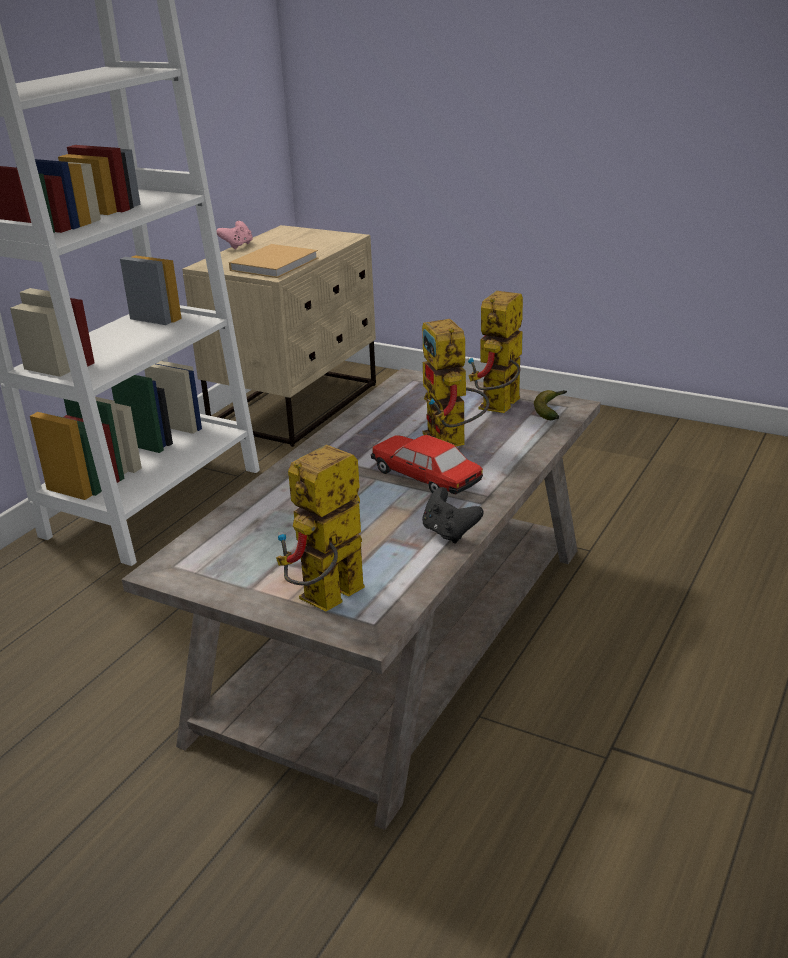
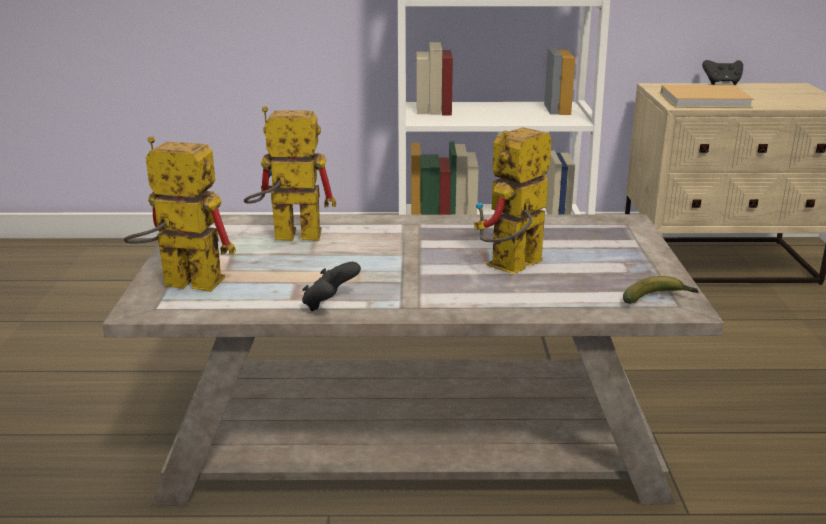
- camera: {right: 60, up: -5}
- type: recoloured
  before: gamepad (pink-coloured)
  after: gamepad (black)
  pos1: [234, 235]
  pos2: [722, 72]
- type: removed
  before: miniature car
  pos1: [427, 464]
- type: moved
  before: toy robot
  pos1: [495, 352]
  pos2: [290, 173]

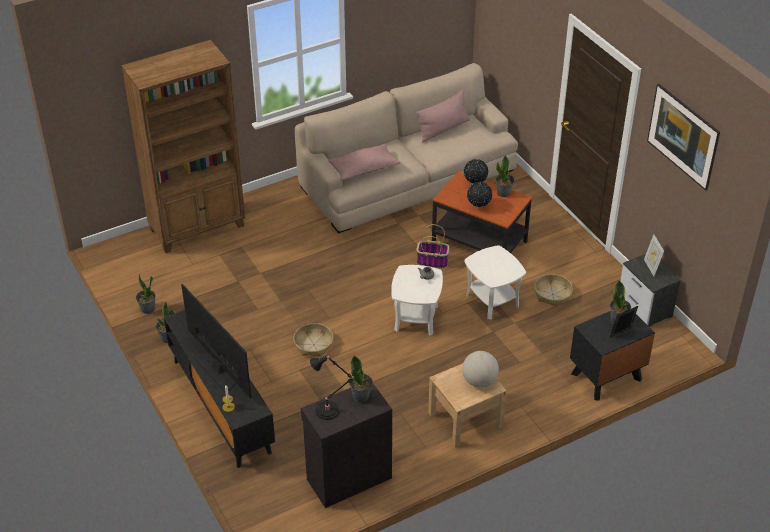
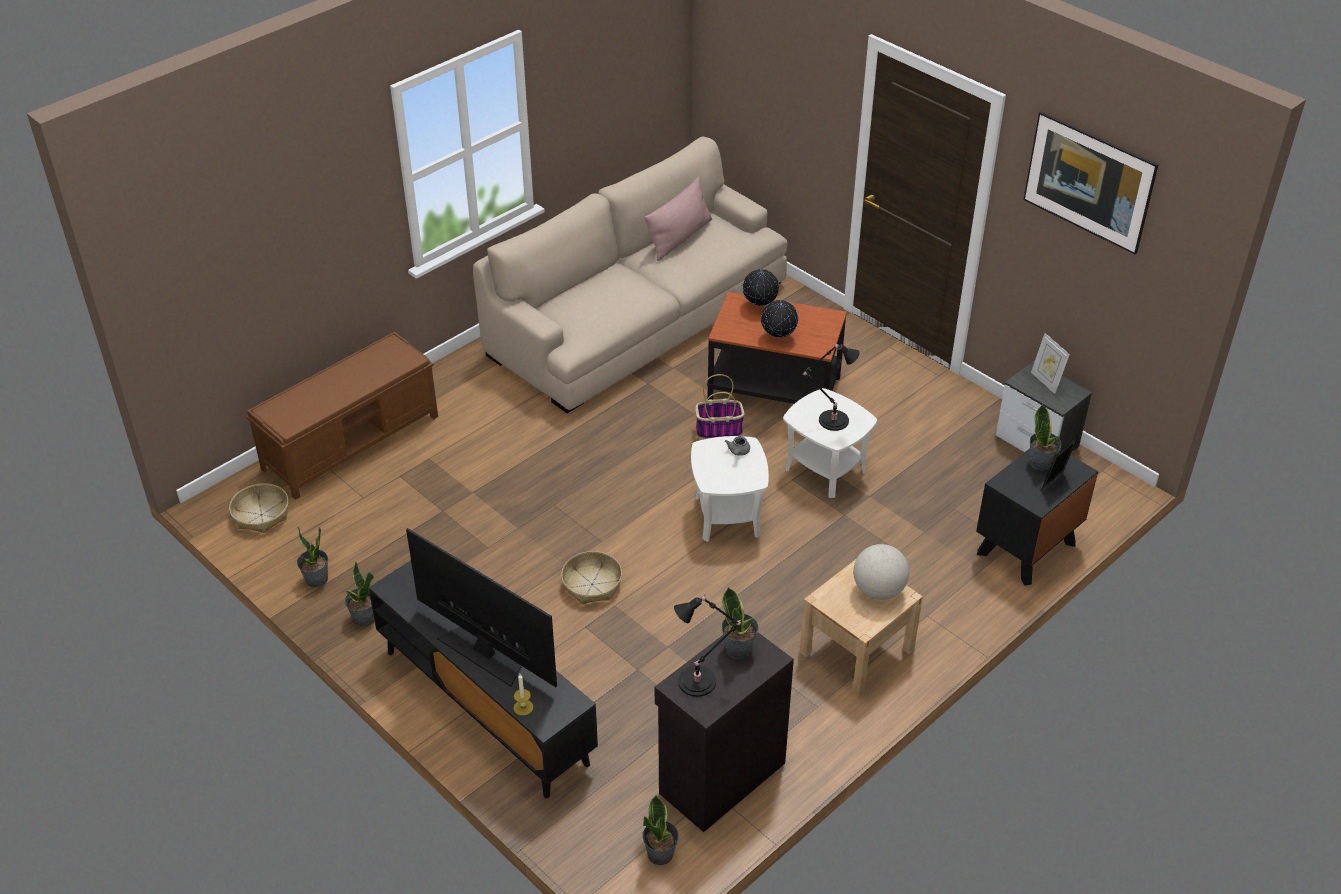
- camera: {right: -15, up: 0}
- type: replaced
  before: bookcase (brownish)
  after: long seat (brownish)
  pos1: [183, 146]
  pos2: [342, 416]
- type: removed
  before: cushion (pink-coloured)
  pos1: [364, 162]
- type: moved
  before: potted plant
  pos1: [504, 176]
  pos2: [660, 830]
- type: moved
  before: household basket
  pos1: [553, 290]
  pos2: [259, 508]
- type: added
  after: lamp for a table (black)
  pos2: [831, 387]

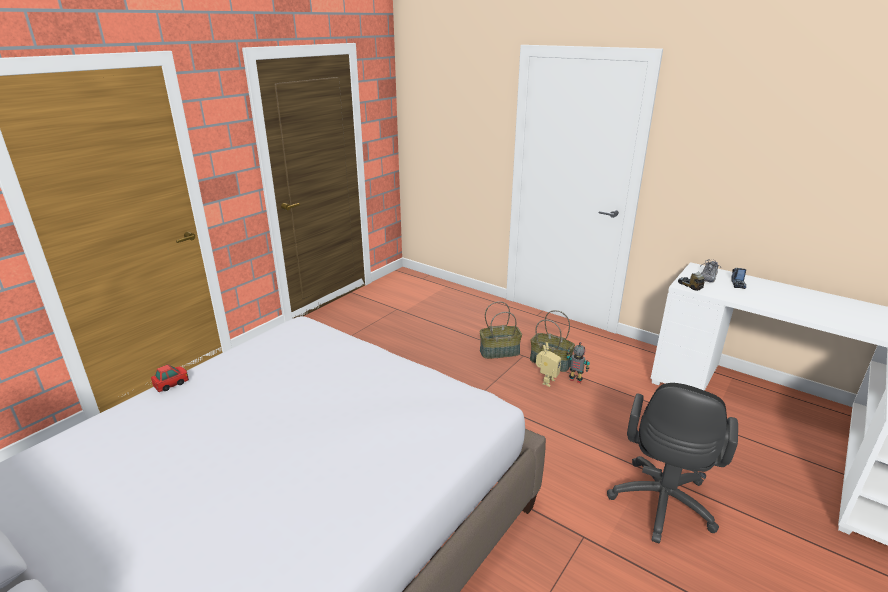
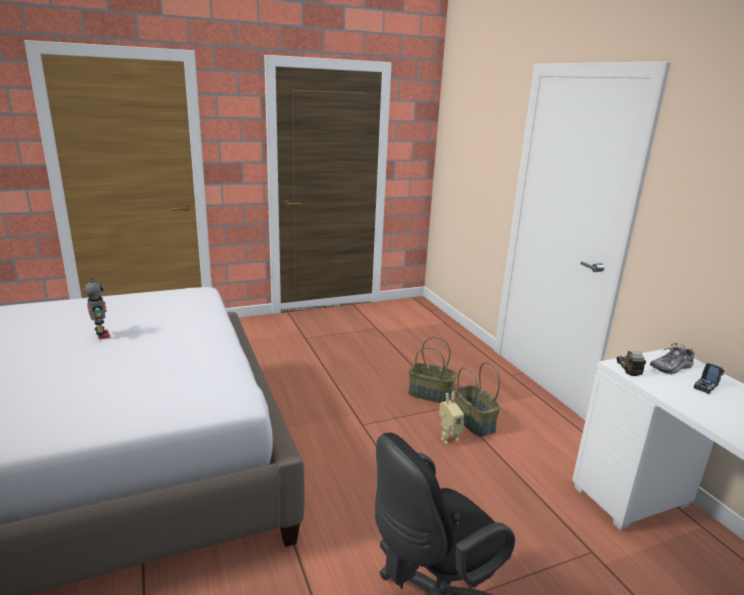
- camera: {right: 30, up: -5}
- type: removed
  before: miniature car
  pos1: [170, 378]
- type: moved
  before: toy robot
  pos1: [578, 362]
  pos2: [97, 307]

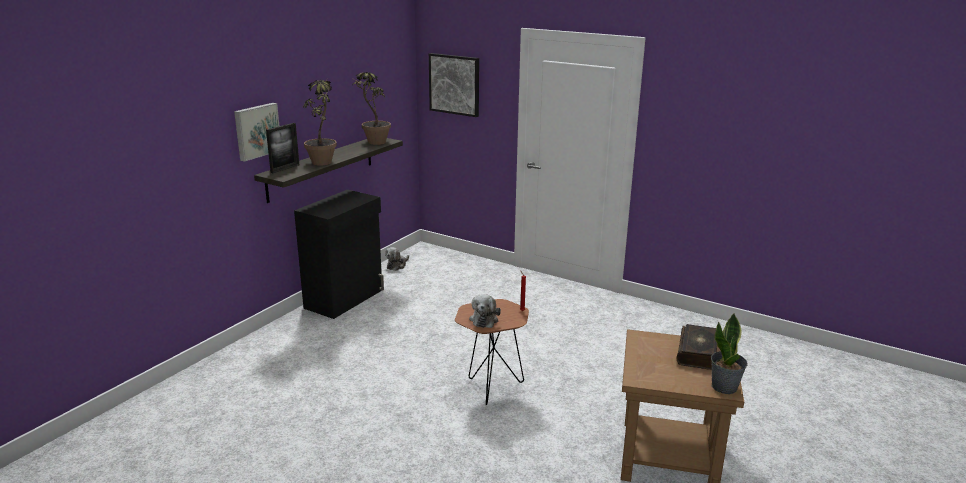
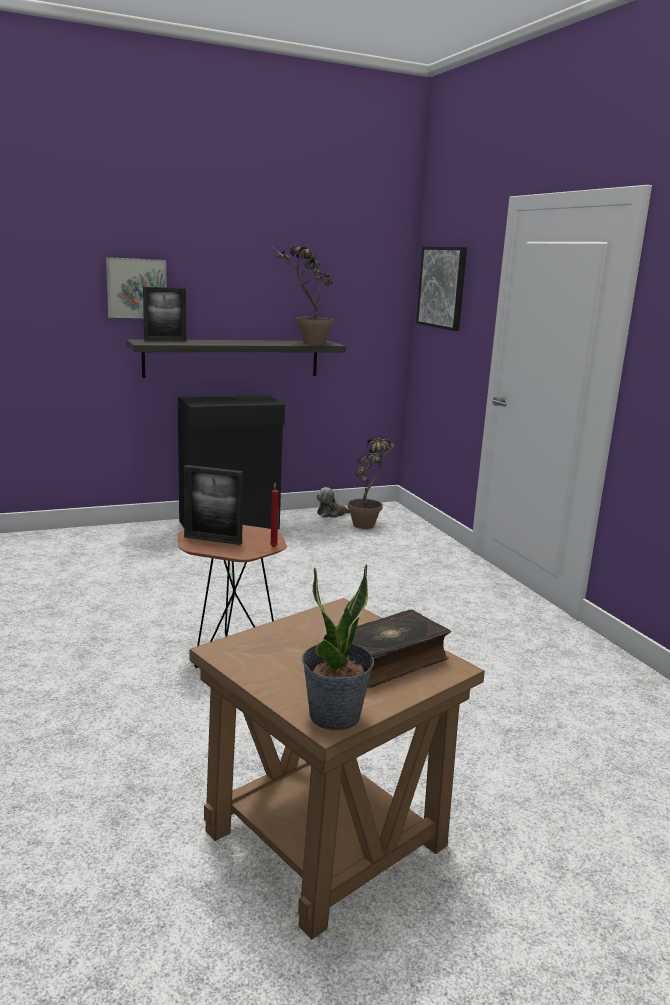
- camera: {right: 35, up: -5}
- type: moved
  before: potted plant
  pos1: [320, 123]
  pos2: [372, 483]
- type: replaced
  before: plush toy
  after: picture frame
  pos1: [485, 311]
  pos2: [213, 505]

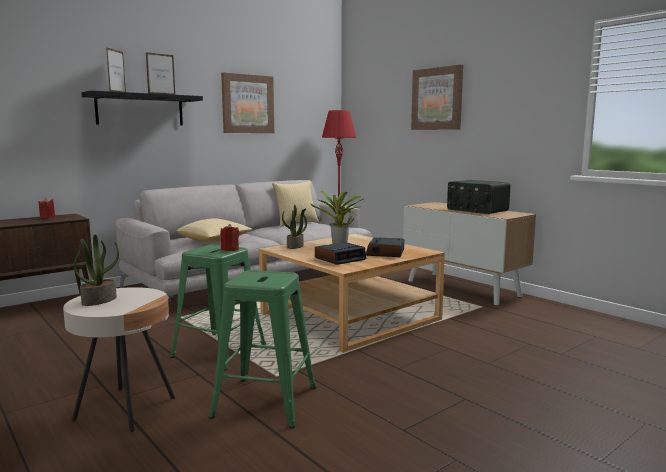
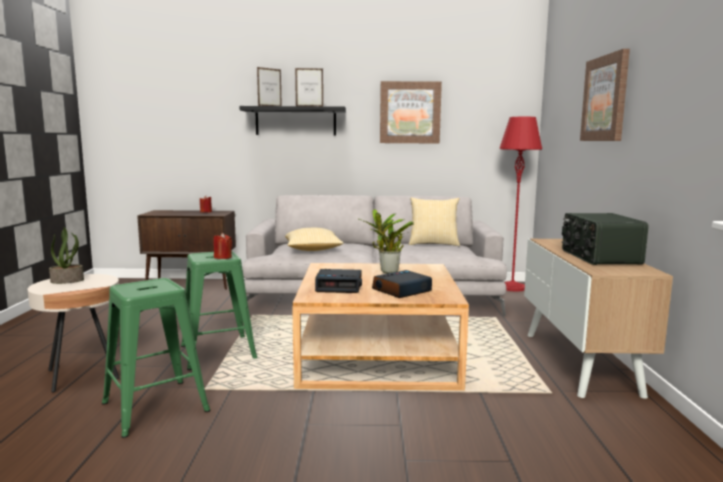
- camera: {right: 40, up: 0}
- type: removed
  before: potted plant
  pos1: [294, 227]

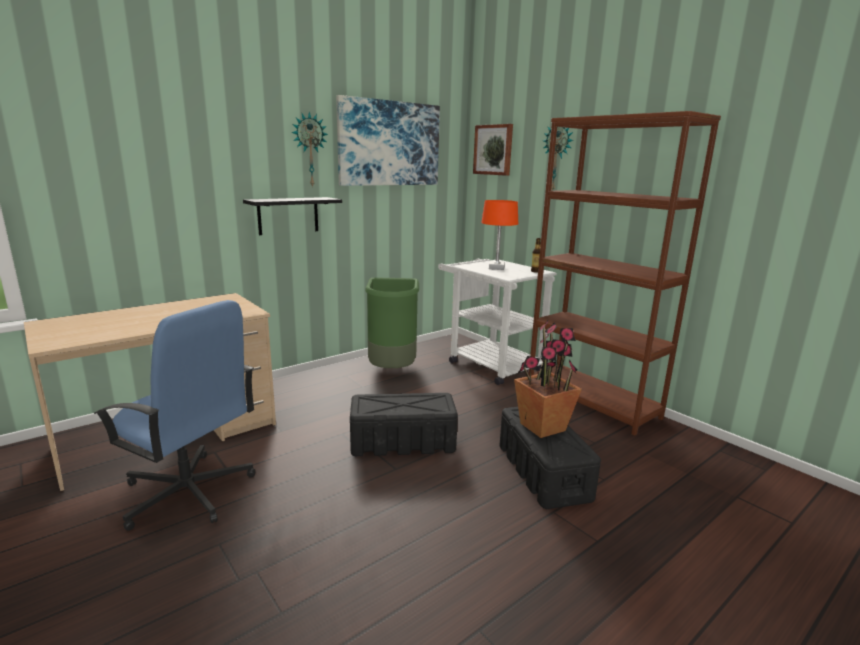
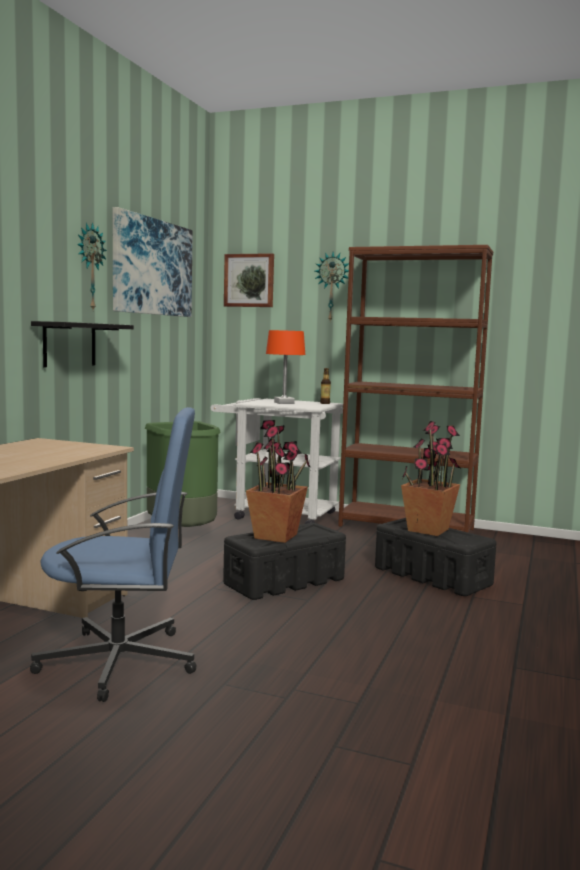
- camera: {right: -30, up: -10}
- type: added
  after: potted plant
  pos2: [278, 481]

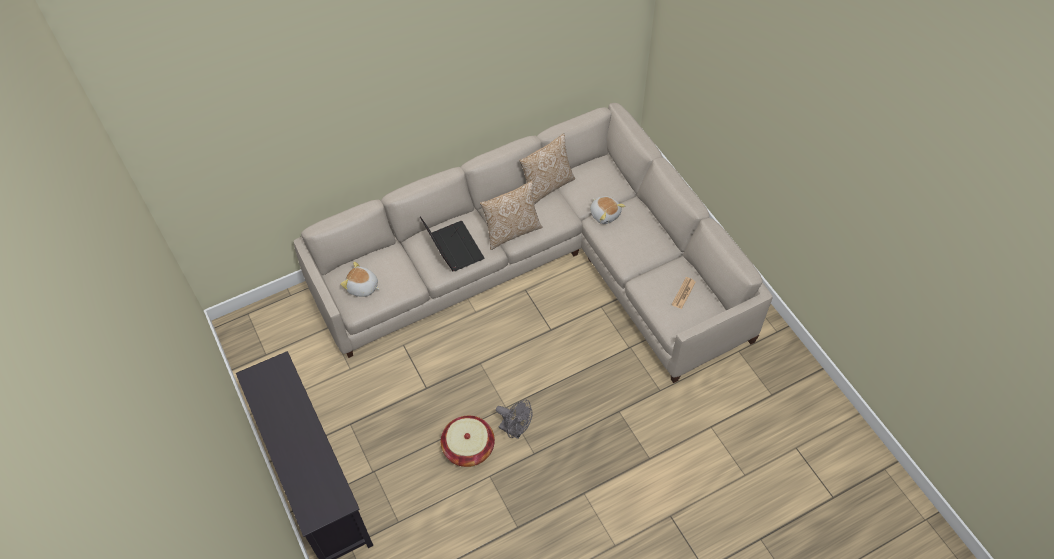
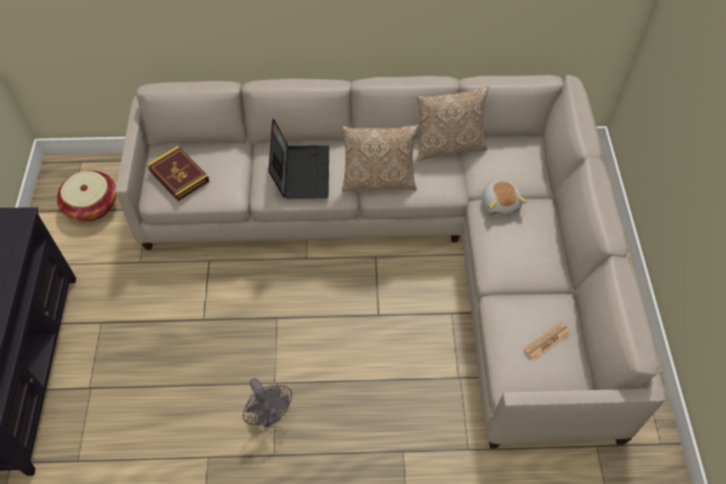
- camera: {right: 25, up: 0}
- type: replaced
  before: plush toy
  after: volume
  pos1: [360, 279]
  pos2: [178, 173]
- type: moved
  before: household basket
  pos1: [468, 441]
  pos2: [87, 196]

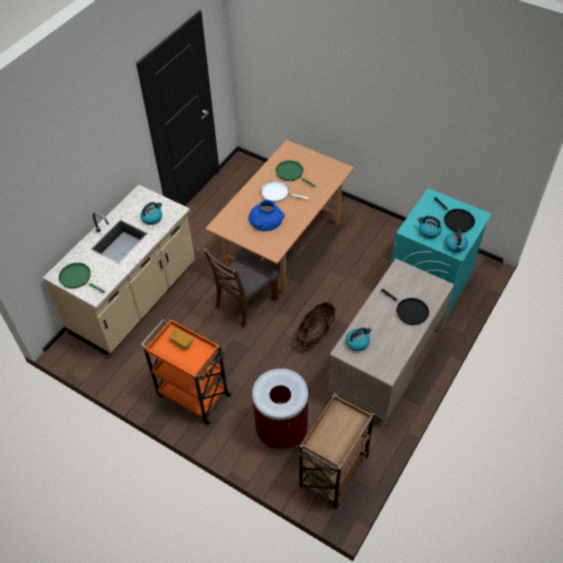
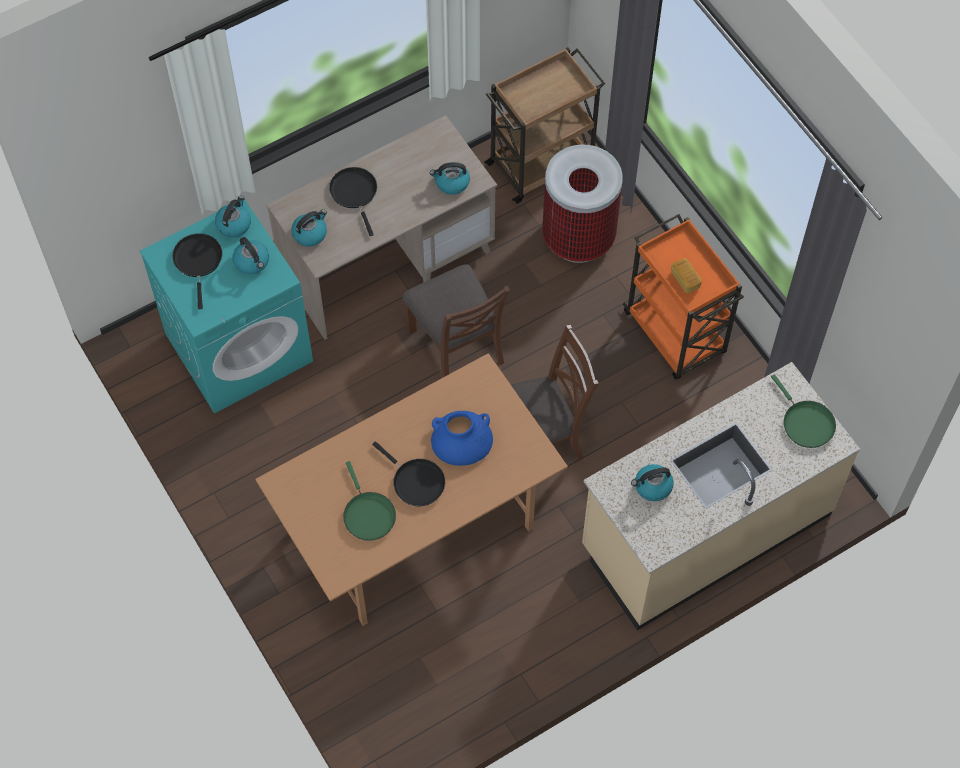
- camera: {right: -155, up: 10}
- type: recoloured
  before: frying pan (white)
  after: frying pan (black)
  pos1: [285, 191]
  pos2: [408, 473]
- type: replaced
  before: household basket
  after: chair (brownish)
  pos1: [316, 324]
  pos2: [456, 320]
- type: added
  after: tea kettle
  pos2: [309, 228]

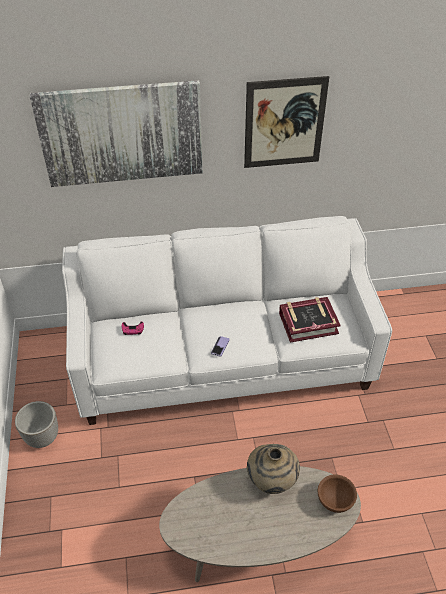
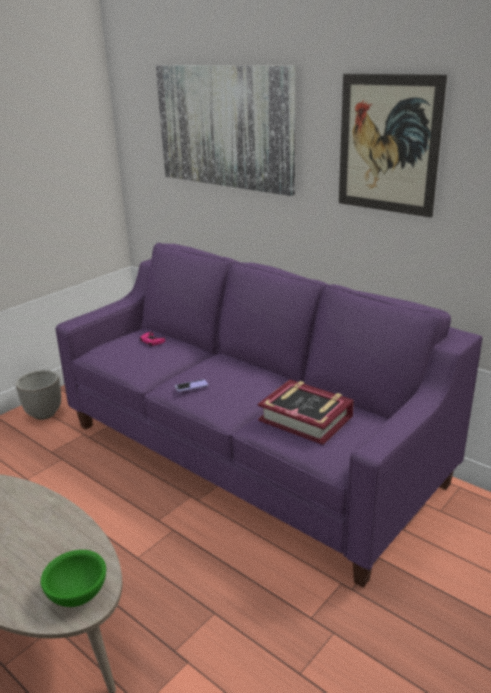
- camera: {right: 50, up: -20}
- type: recoloured
  before: couch (white)
  after: couch (purple)
  pos1: [227, 320]
  pos2: [269, 415]
- type: removed
  before: flower vase (sand-coloured)
  pos1: [273, 469]
- type: recoloured
  before: bowl (brownish)
  after: bowl (green-coloured)
  pos1: [337, 494]
  pos2: [73, 578]

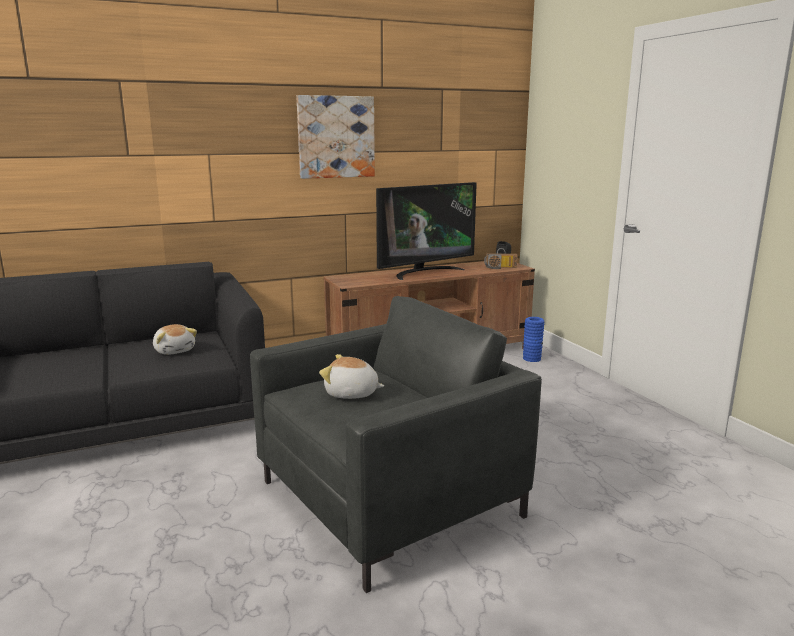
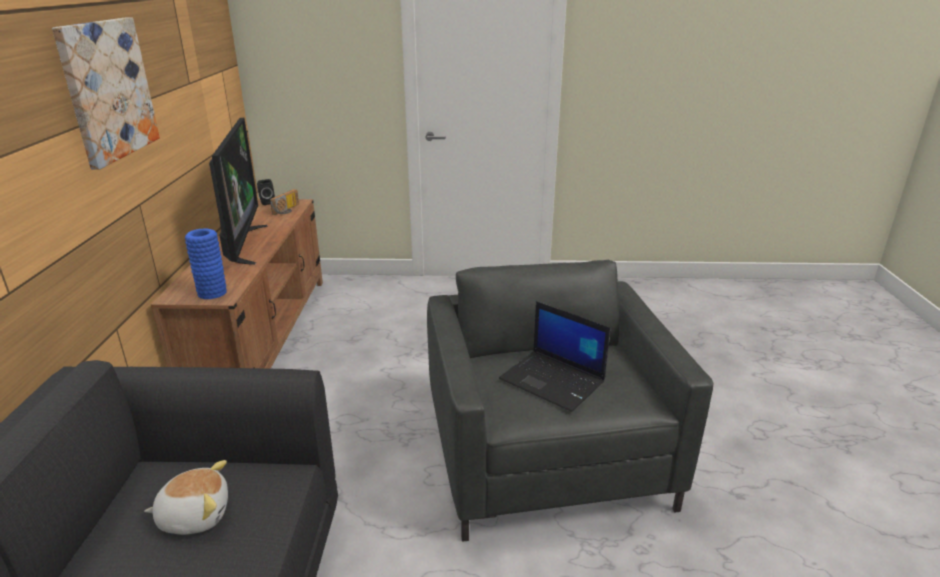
- camera: {right: -65, up: 10}
- type: replaced
  before: plush toy
  after: notebook computer
  pos1: [351, 376]
  pos2: [554, 356]
- type: moved
  before: flower vase (bluish)
  pos1: [533, 339]
  pos2: [206, 263]

